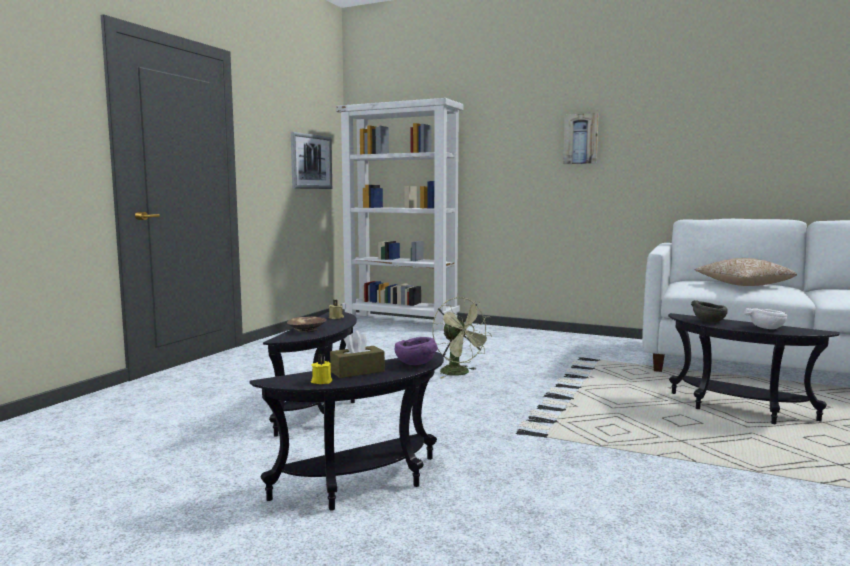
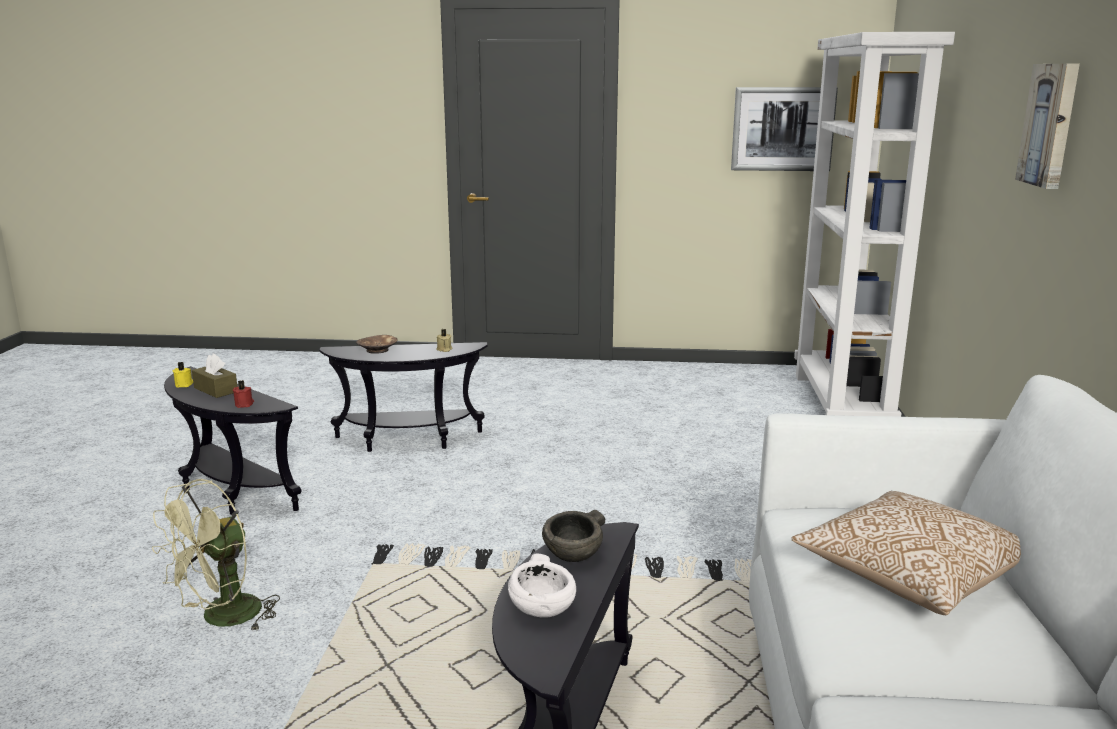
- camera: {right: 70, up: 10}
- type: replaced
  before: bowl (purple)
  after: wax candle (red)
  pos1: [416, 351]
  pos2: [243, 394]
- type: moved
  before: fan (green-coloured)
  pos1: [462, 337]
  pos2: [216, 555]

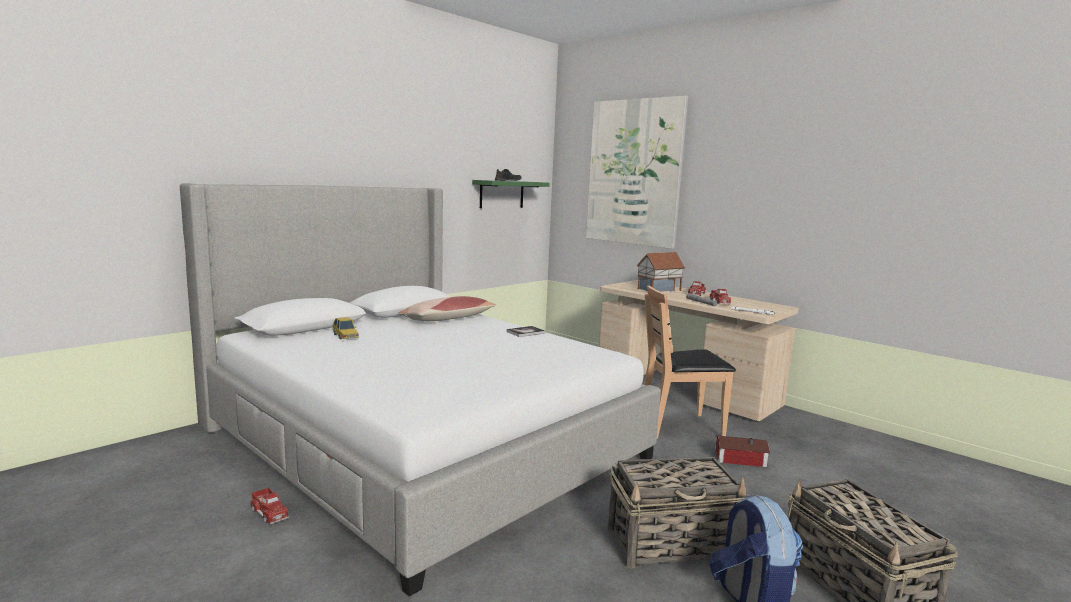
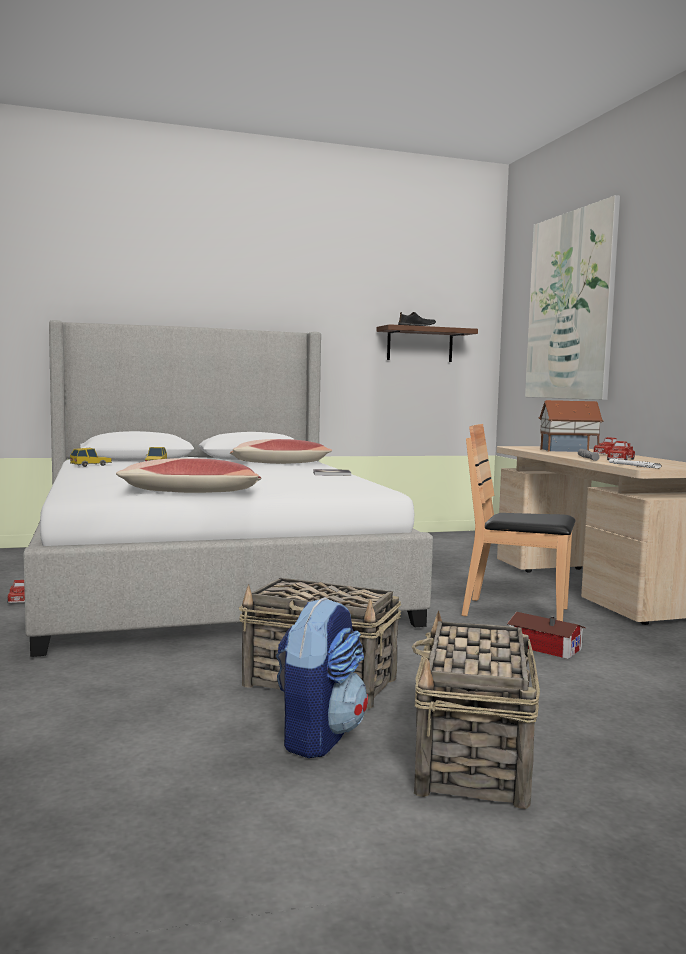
- camera: {right: 30, up: -5}
- type: recoloured
  before: shelf (green-coloured)
  after: shelf (brownish)
  pos1: [511, 194]
  pos2: [427, 343]
- type: added
  after: miniature car
  pos2: [91, 457]
- type: added
  after: cushion
  pos2: [189, 475]

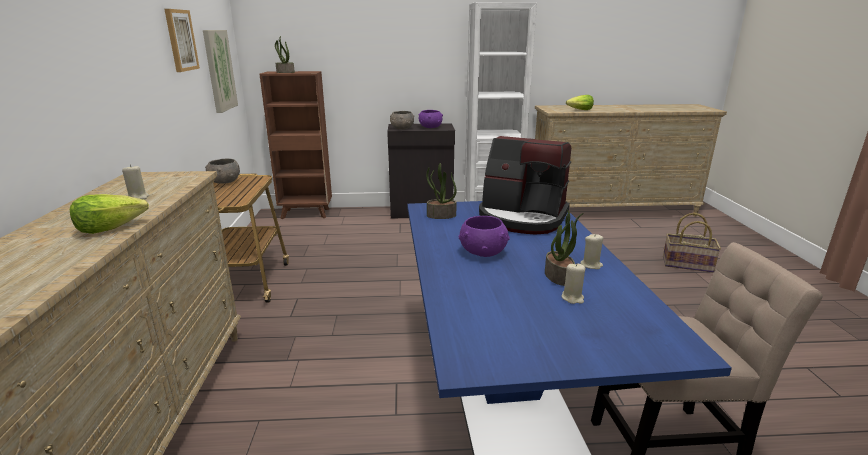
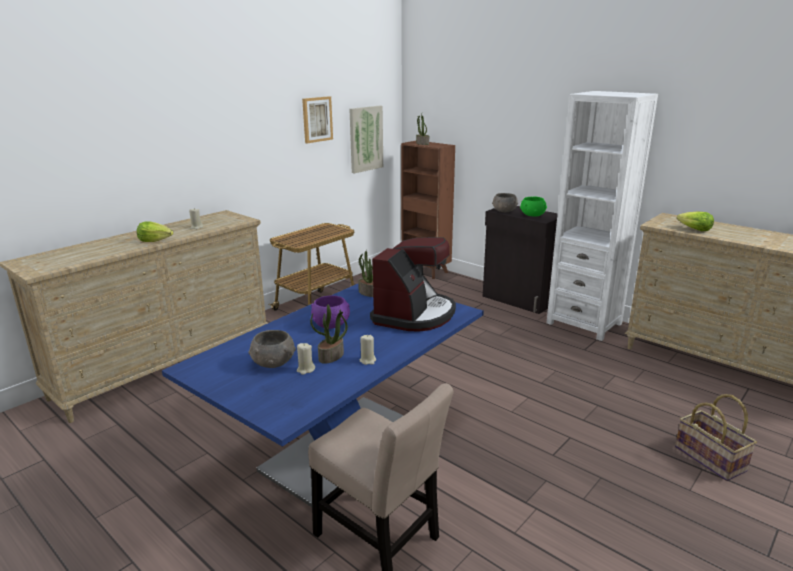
- camera: {right: 45, up: 0}
- type: moved
  before: bowl (grey)
  pos1: [222, 171]
  pos2: [272, 349]
- type: recoloured
  before: bowl (purple)
  after: bowl (green-coloured)
  pos1: [430, 119]
  pos2: [533, 207]
- type: turned
  before: coffee brewer
  pos1: [525, 185]
  pos2: [413, 284]
  turn: -135

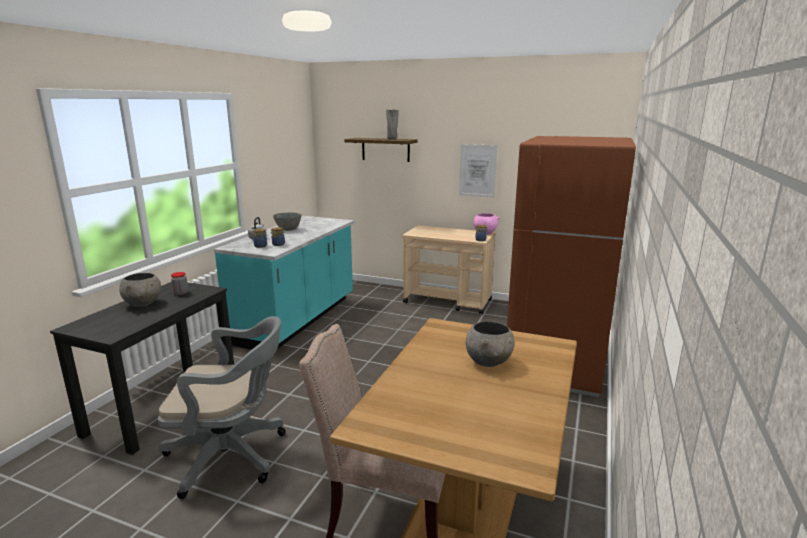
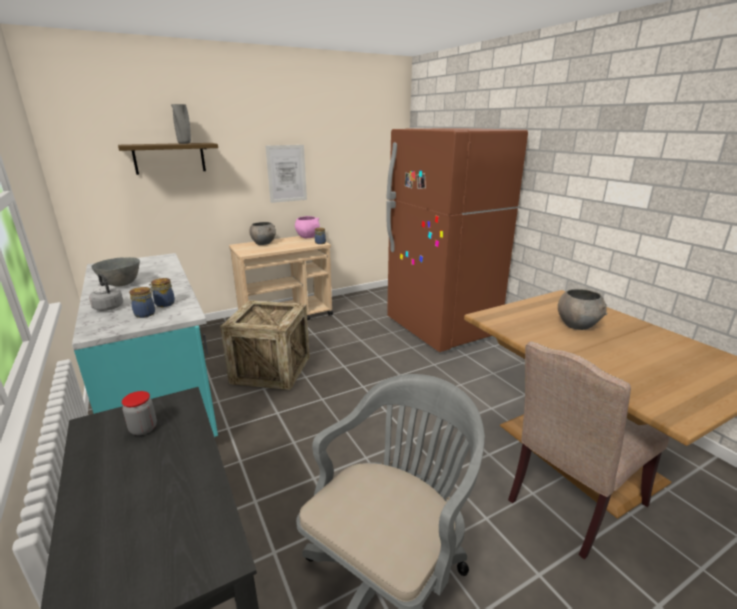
- camera: {right: -50, up: 5}
- type: moved
  before: bowl (grey)
  pos1: [140, 290]
  pos2: [262, 233]
- type: added
  after: crate
  pos2: [265, 345]

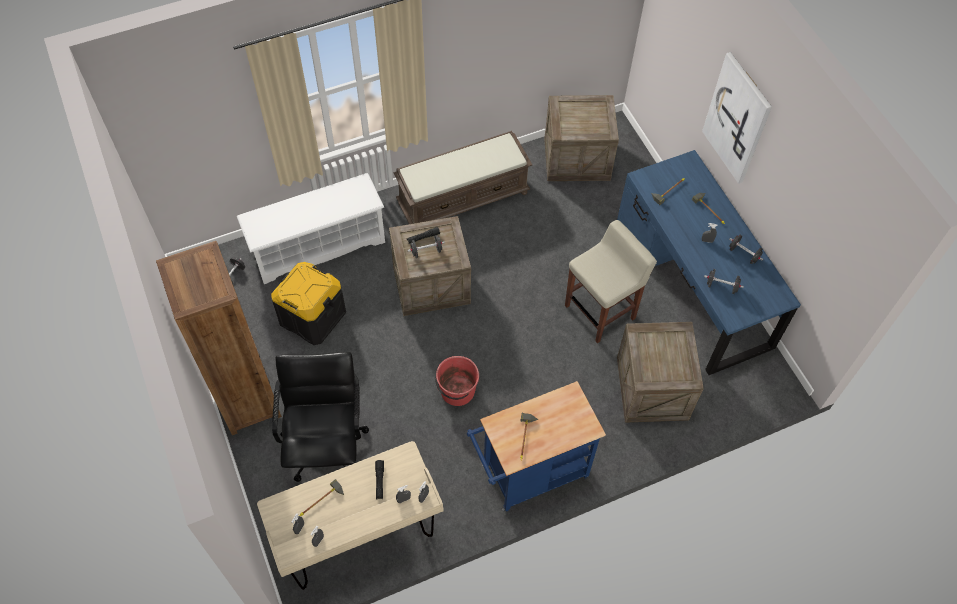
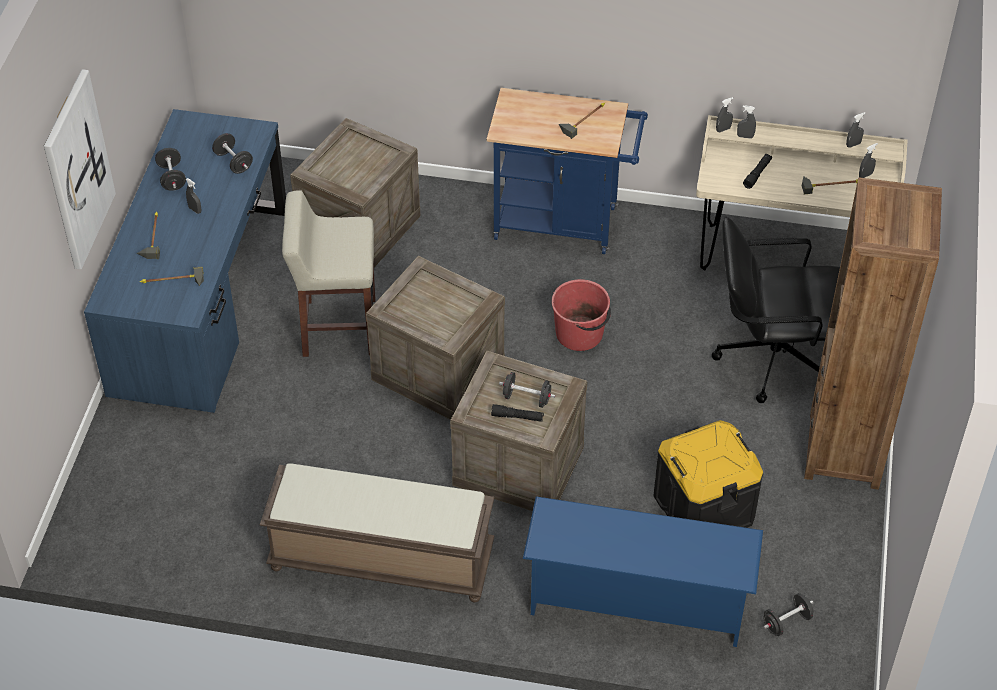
- camera: {right: -145, up: -10}
- type: recoloured
  before: shoe stand (white)
  after: shoe stand (bluish)
  pos1: [311, 228]
  pos2: [643, 571]
- type: turned
  before: computer chair (black)
  pos1: [320, 417]
  pos2: [776, 310]
  turn: 60
- type: moved
  before: crate
  pos1: [581, 138]
  pos2: [435, 338]

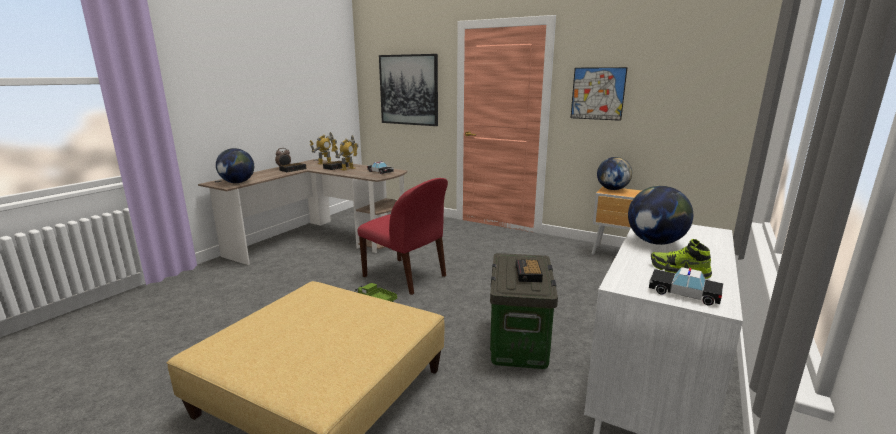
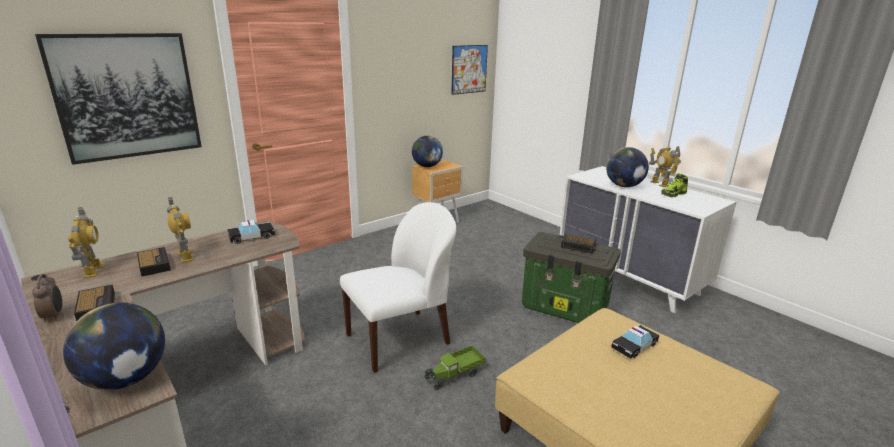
- camera: {right: -70, up: 5}
- type: recoloured
  before: chair (red)
  after: chair (white)
  pos1: [403, 236]
  pos2: [398, 287]
- type: moved
  before: wall art
  pos1: [599, 94]
  pos2: [469, 70]
- type: moved
  before: miniature car
  pos1: [686, 286]
  pos2: [635, 342]
- type: added
  after: toy robot
  pos2: [665, 166]

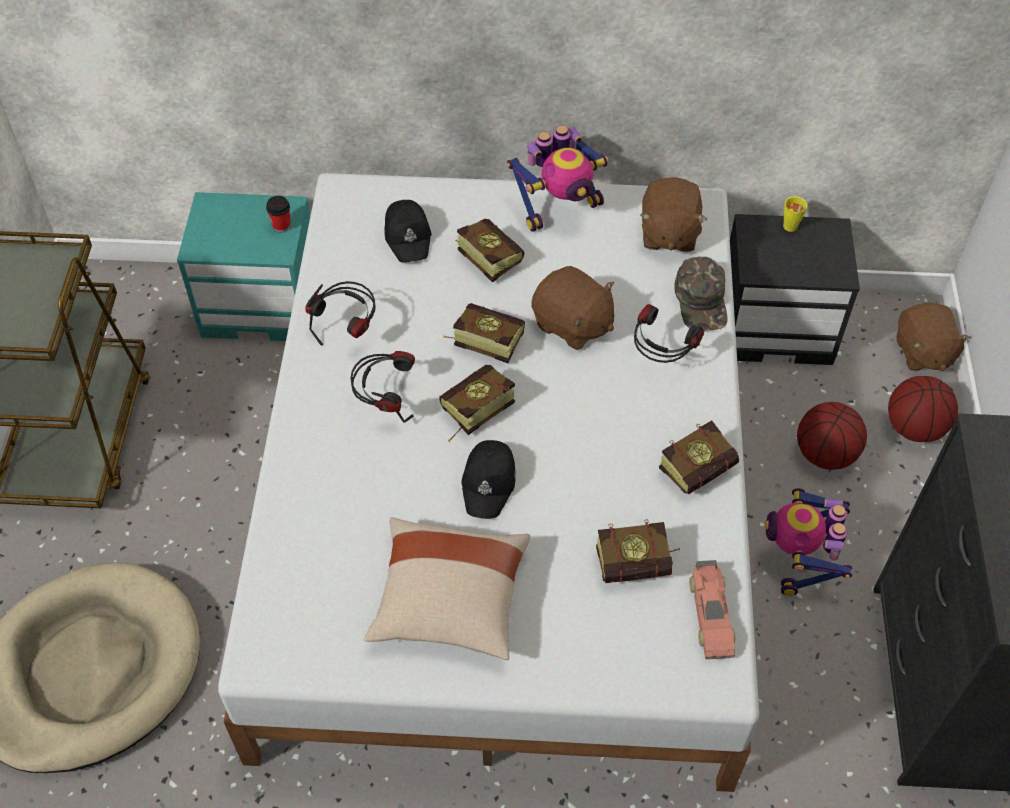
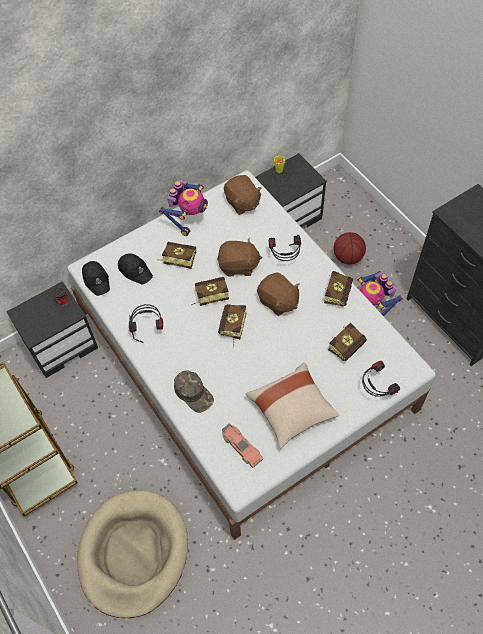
- camera: {right: -35, up: 5}
- type: recoloured
  before: night table (blue-green)
  after: night table (black)
  pos1: [243, 266]
  pos2: [52, 329]
- type: moved
  before: pair of headphones
  pos1: [383, 387]
  pos2: [381, 379]
- type: moved
  before: peaked cap (black)
  pos1: [488, 479]
  pos2: [96, 278]
- type: moved
  before: peaked cap (green-coloured)
  pos1: [701, 294]
  pos2: [194, 392]
- type: moved
  before: miniature car
  pos1: [712, 610]
  pos2: [242, 445]
- type: removed
  before: basketball ball
  pos1: [923, 409]
- type: moved
  before: plush toy (brownish)
  pos1: [933, 337]
  pos2: [278, 294]

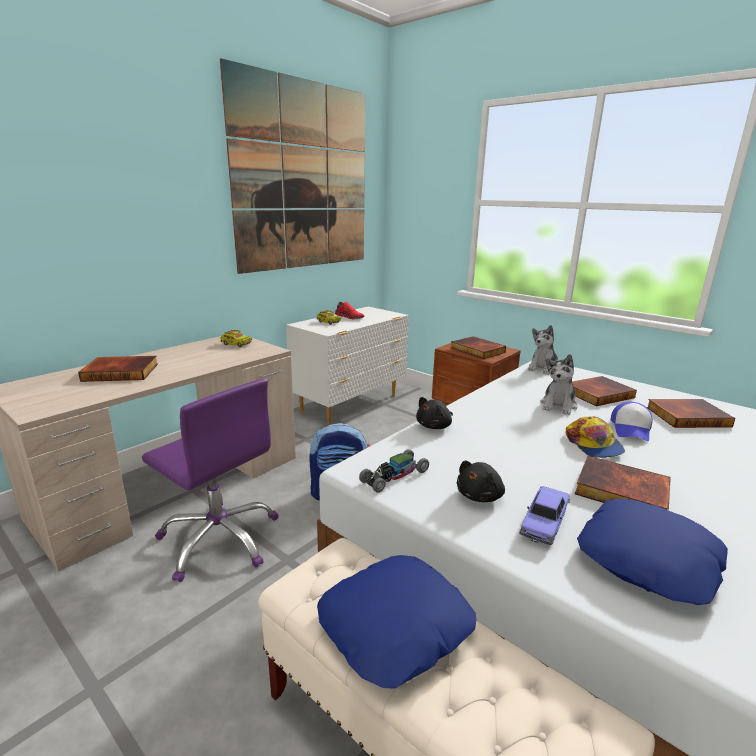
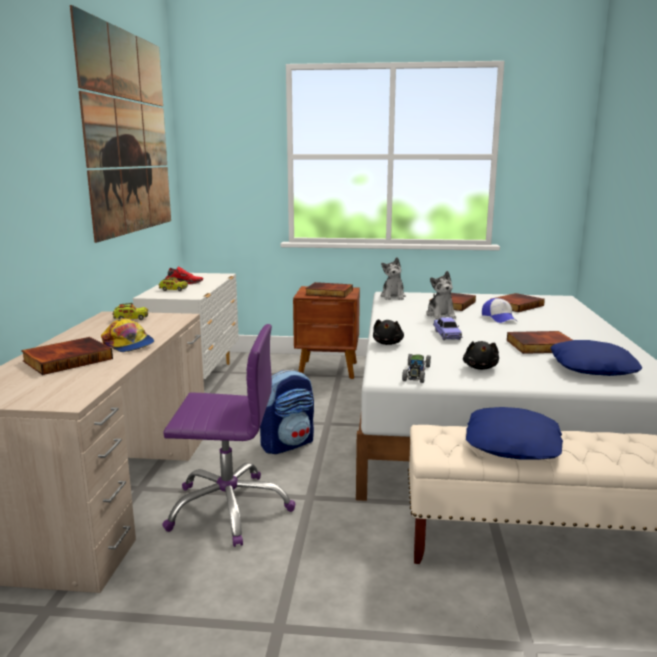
- camera: {right: -35, up: -5}
- type: moved
  before: miniature car
  pos1: [544, 515]
  pos2: [448, 328]
- type: moved
  before: peaked cap
  pos1: [595, 437]
  pos2: [127, 335]

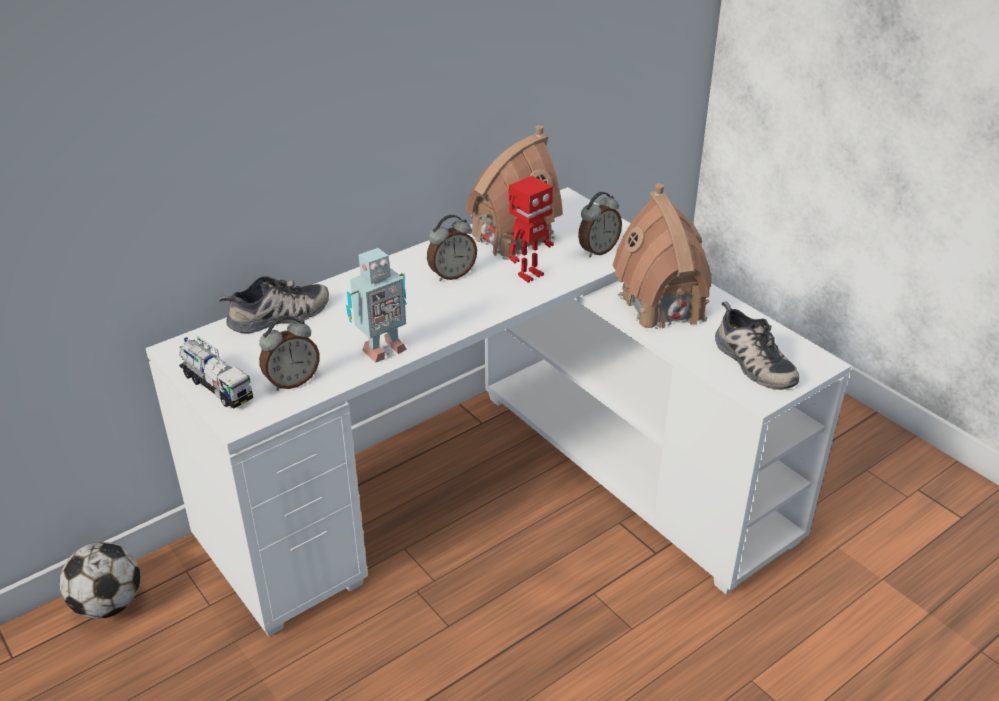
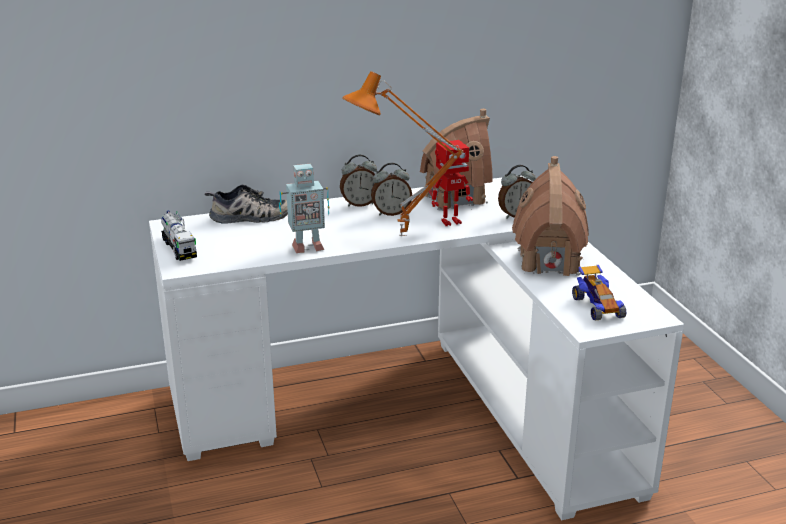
- camera: {right: 20, up: -10}
- type: removed
  before: football
  pos1: [99, 580]
- type: moved
  before: alarm clock
  pos1: [289, 353]
  pos2: [358, 181]
- type: replaced
  before: shoe
  after: miniature car
  pos1: [757, 345]
  pos2: [599, 293]
- type: added
  after: lamp for a table (orange-coloured)
  pos2: [403, 153]

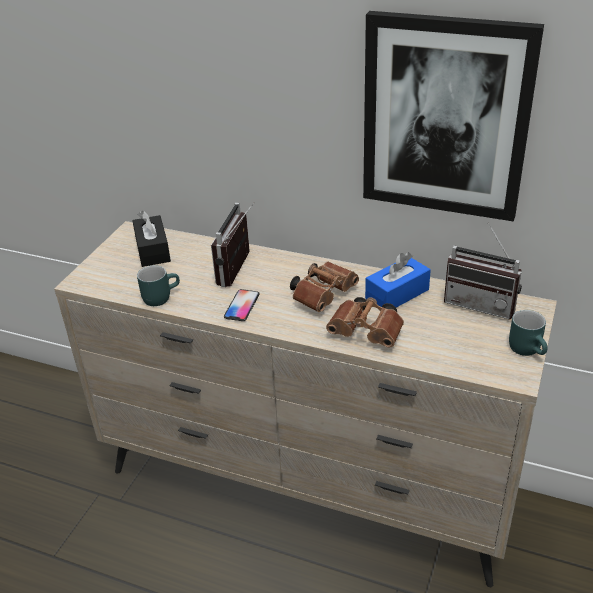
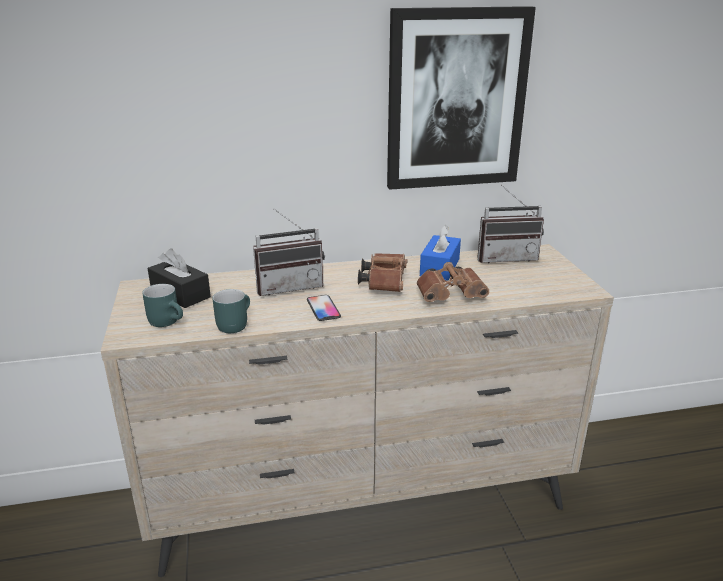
- camera: {right: -35, up: -10}
- type: turned
  before: radio set
  pos1: [232, 245]
  pos2: [289, 252]
  turn: -90
- type: moved
  before: coffee mug (blue-green)
  pos1: [528, 333]
  pos2: [162, 305]

